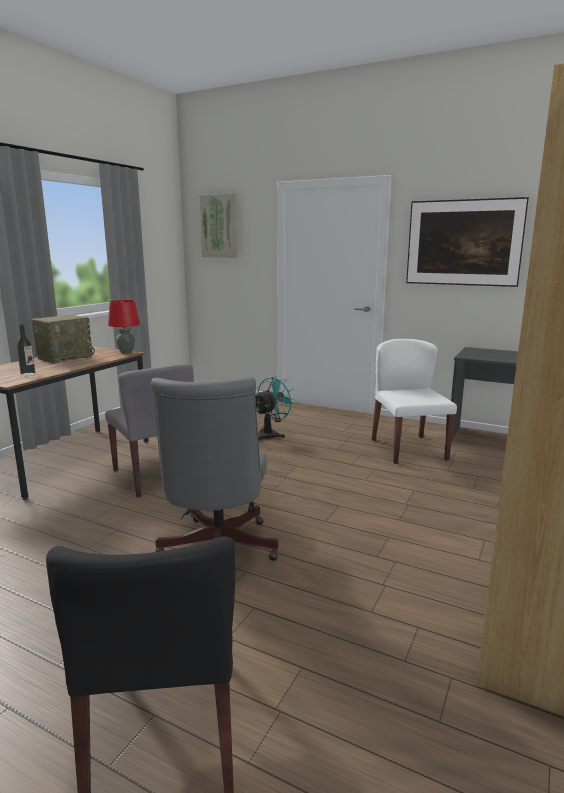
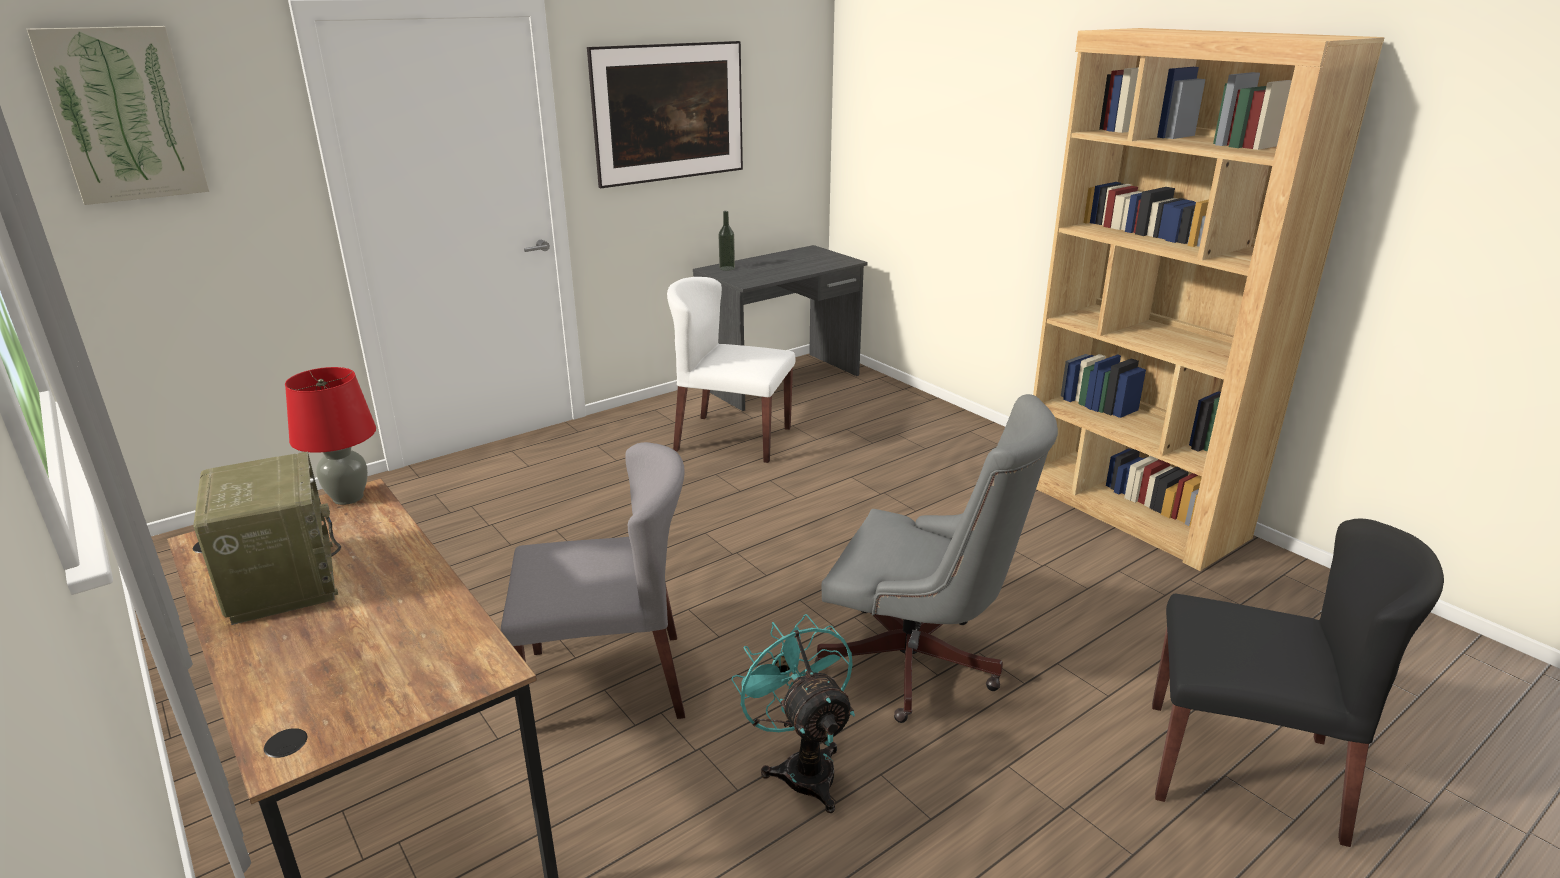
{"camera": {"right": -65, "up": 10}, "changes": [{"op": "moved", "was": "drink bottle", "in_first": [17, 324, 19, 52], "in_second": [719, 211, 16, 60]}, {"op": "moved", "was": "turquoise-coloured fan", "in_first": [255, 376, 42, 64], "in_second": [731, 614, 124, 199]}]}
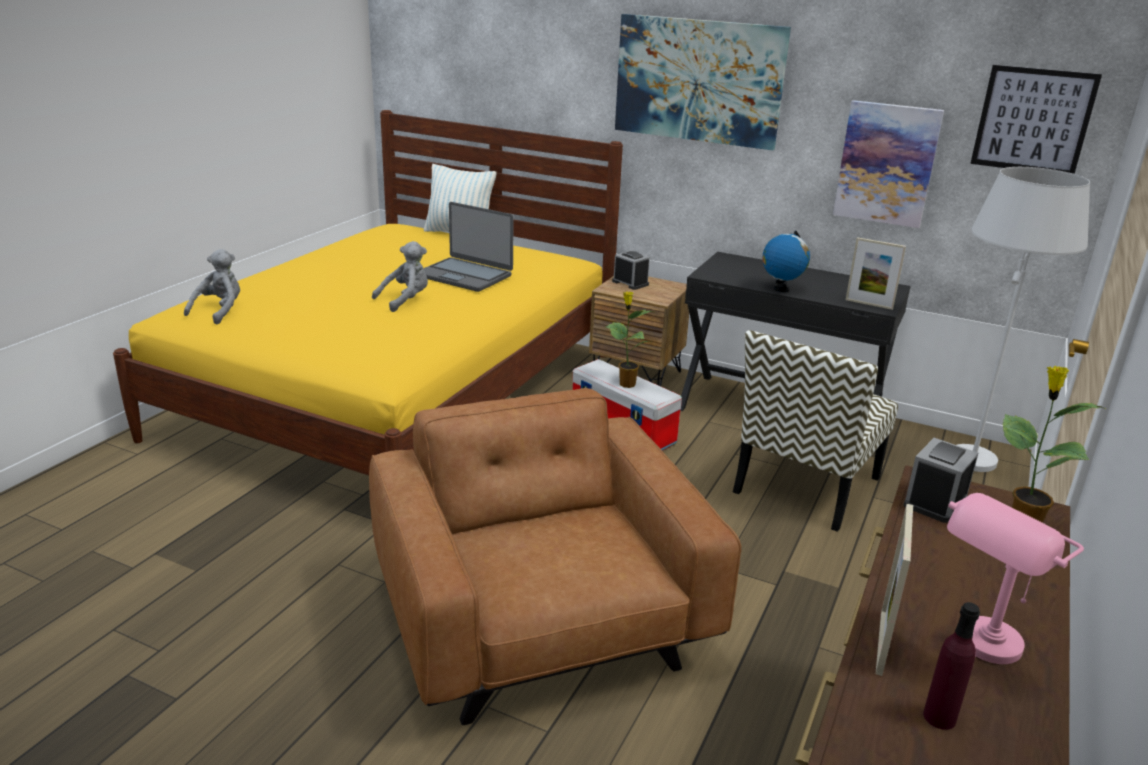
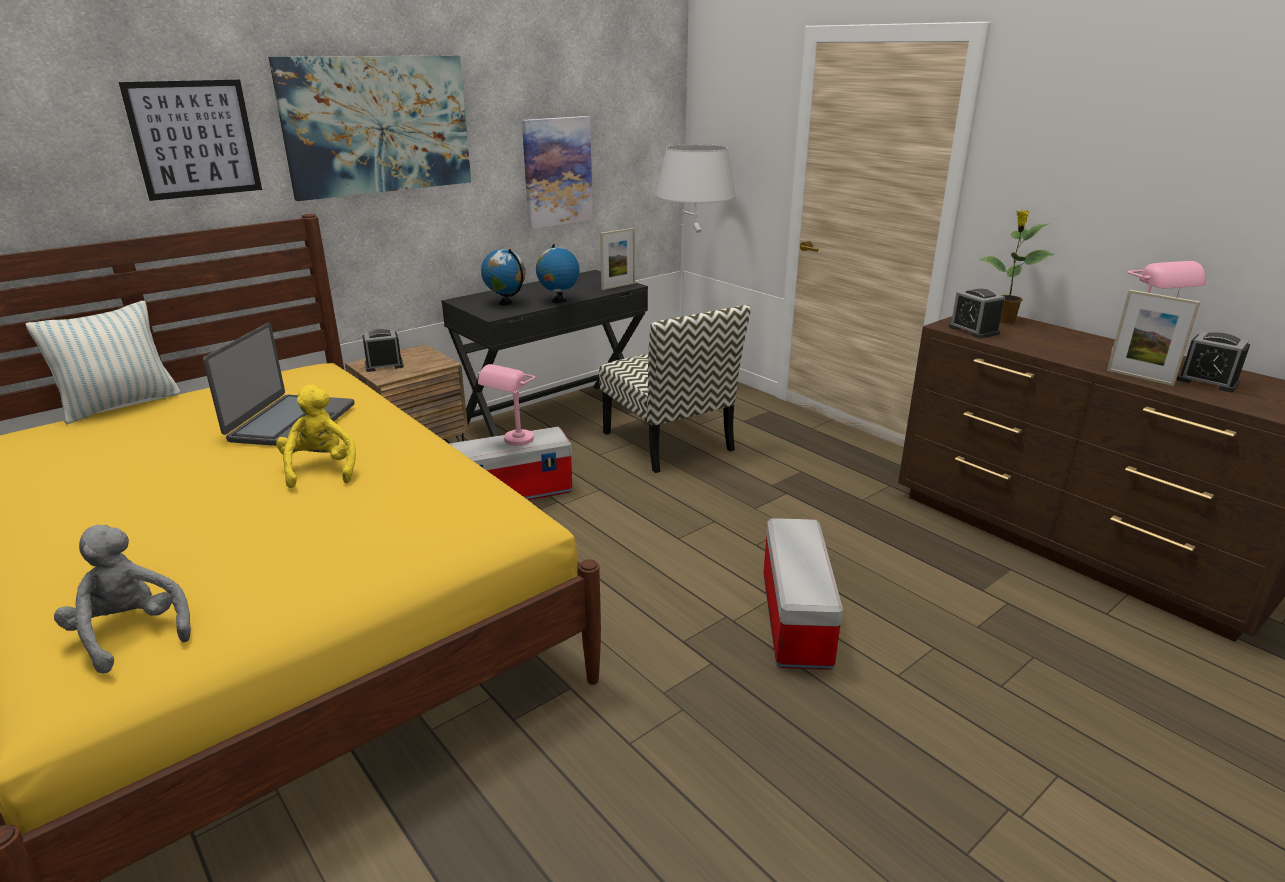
{"camera": {"right": -65, "up": 0}, "changes": [{"op": "replaced", "was": "brown-coloured easy chair", "now": "storage container", "in_first": [369, 388, 372, 337], "in_second": [763, 518, 80, 152]}, {"op": "recoloured", "was": "greyish plush toy", "now": "yellow-coloured plush toy", "in_first": [372, 241, 56, 71], "in_second": [276, 385, 80, 103]}, {"op": "turned", "was": "portable computer", "in_first": [423, 202, 91, 90], "in_second": [203, 323, 152, 123], "clockwise": -45}, {"op": "replaced", "was": "plant in a pot", "now": "pinkish table lamp", "in_first": [606, 291, 51, 97], "in_second": [478, 364, 57, 82]}, {"op": "replaced", "was": "purple-coloured drink bottle", "now": "table clock", "in_first": [923, 602, 57, 128], "in_second": [1176, 332, 74, 60]}, {"op": "moved", "was": "picture", "in_first": [970, 65, 132, 109], "in_second": [119, 80, 143, 121]}, {"op": "added", "now": "desk globe", "in_second": [481, 249, 45, 56]}]}
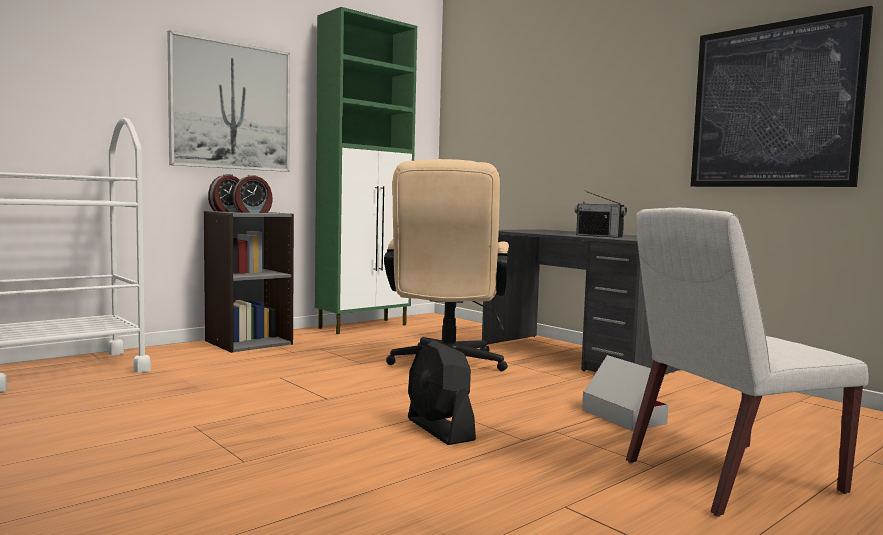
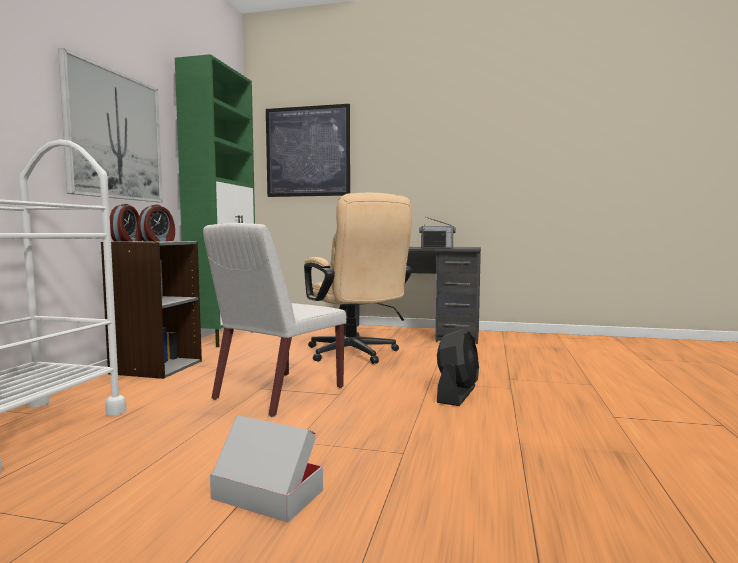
{"camera": {"right": -35, "up": 0}, "changes": [{"op": "turned", "was": "blackish fan", "in_first": [408, 341, 68, 104], "in_second": [437, 329, 42, 77], "clockwise": -90}, {"op": "moved", "was": "packing box", "in_first": [582, 355, 87, 76], "in_second": [210, 415, 113, 107]}, {"op": "moved", "was": "white-coloured plain chair", "in_first": [626, 208, 243, 309], "in_second": [203, 223, 144, 194]}, {"op": "moved", "was": "picture", "in_first": [691, 6, 182, 181], "in_second": [266, 104, 84, 93]}]}
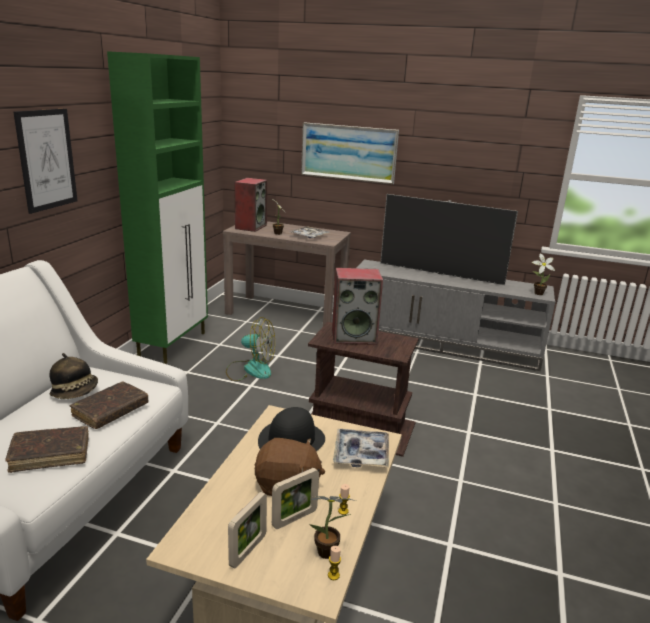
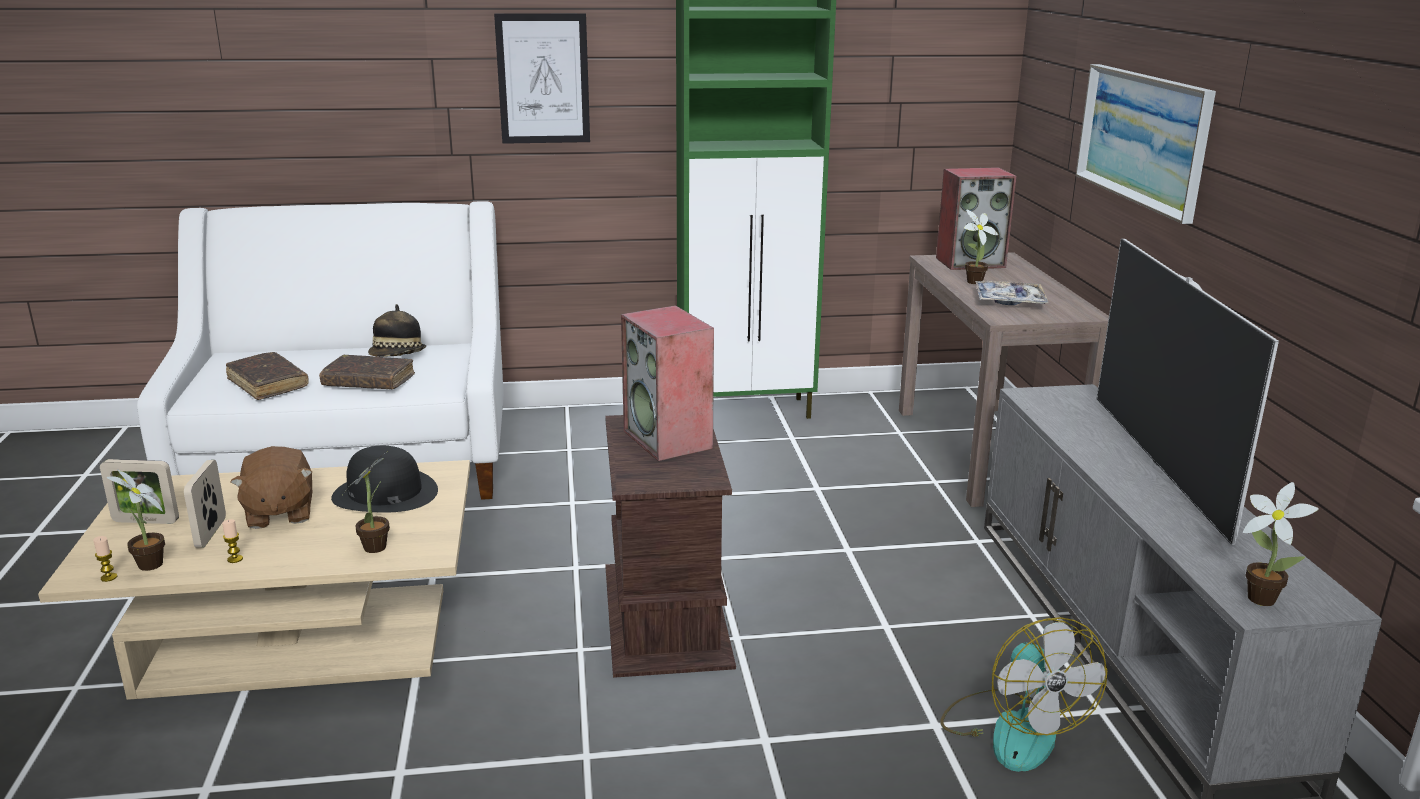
{"camera": {"right": 65, "up": 0}, "changes": [{"op": "moved", "was": "fan", "in_first": [226, 317, 49, 64], "in_second": [941, 617, 166, 155]}, {"op": "turned", "was": "standing frame", "in_first": [272, 468, 47, 61], "in_second": [184, 460, 42, 88], "clockwise": 60}, {"op": "replaced", "was": "tray", "now": "plant in a pot", "in_first": [333, 429, 56, 38], "in_second": [343, 452, 47, 101]}]}
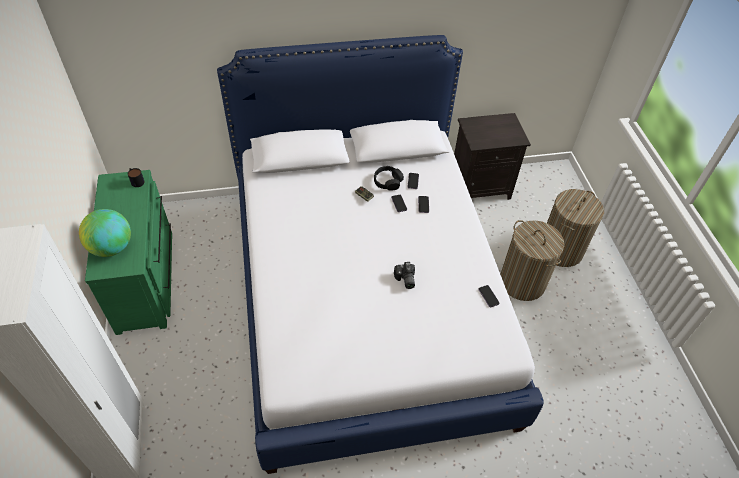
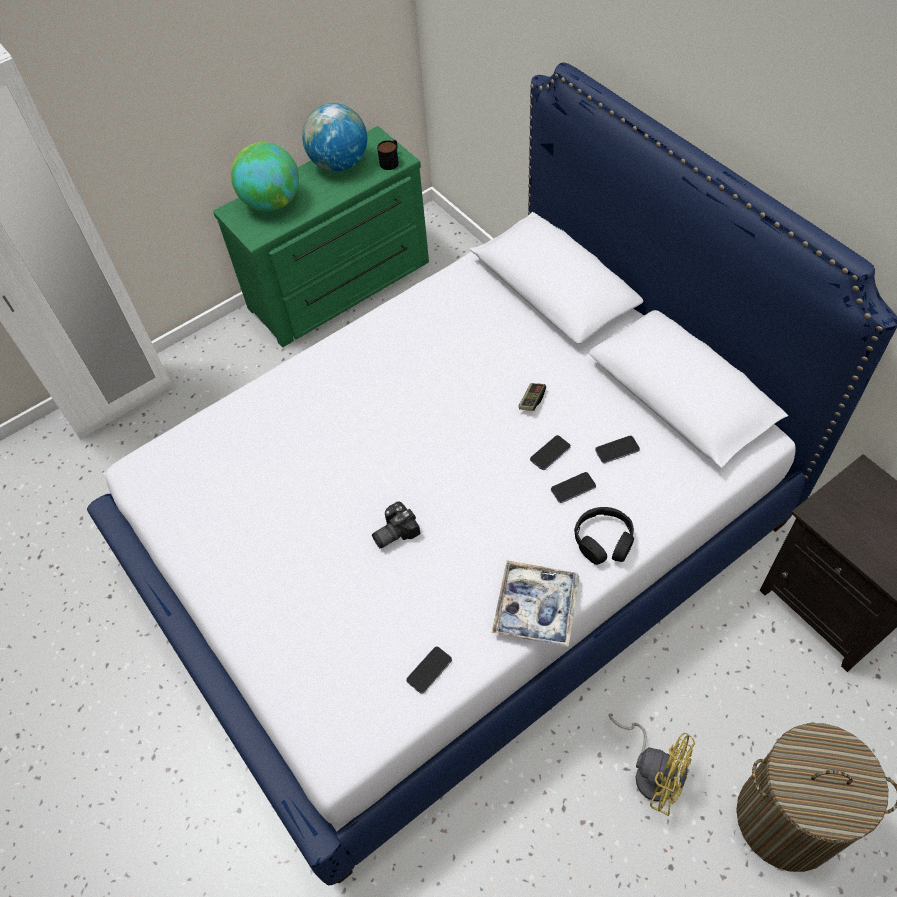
{"camera": {"right": 70, "up": 5}, "changes": [{"op": "moved", "was": "blackish pair of headphones", "in_first": [374, 166, 30, 25], "in_second": [574, 507, 60, 58]}, {"op": "replaced", "was": "washing basket", "now": "yellow-coloured fan", "in_first": [500, 220, 64, 81], "in_second": [608, 713, 87, 103]}, {"op": "added", "now": "desk globe", "in_second": [302, 103, 65, 69]}, {"op": "added", "now": "tray", "in_second": [492, 560, 87, 87]}]}
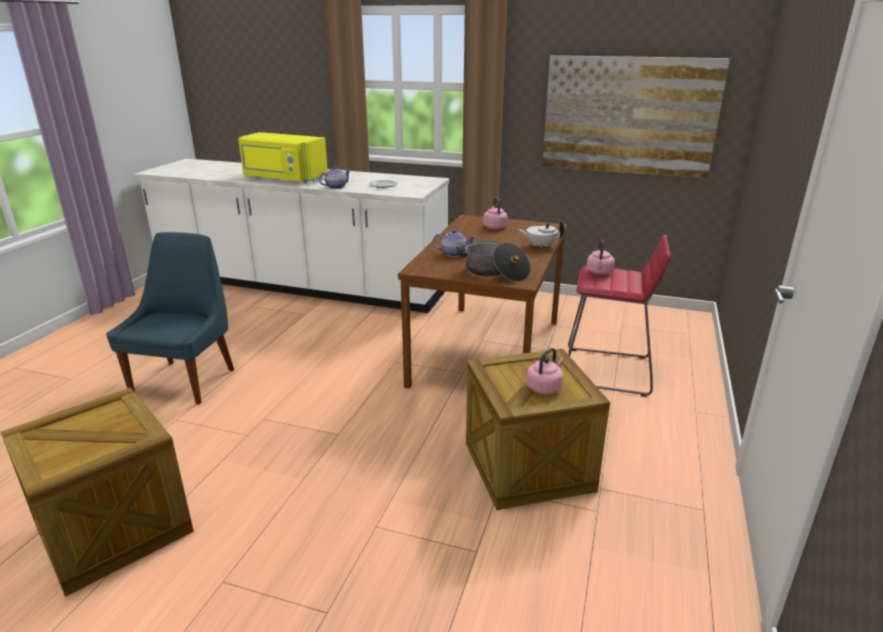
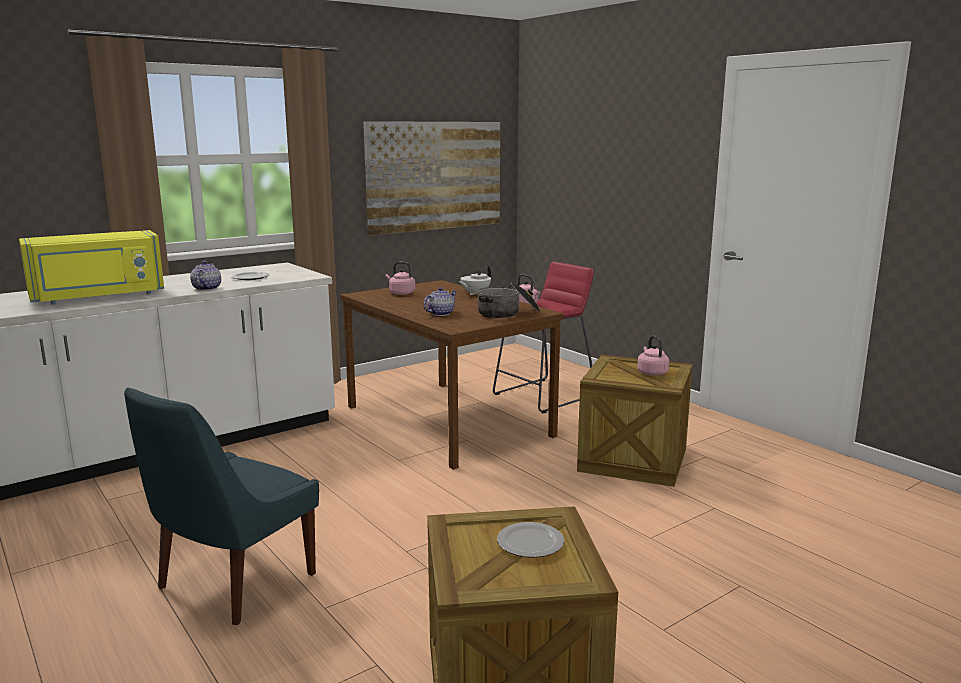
{"camera": {"right": -55, "up": -10}, "changes": [{"op": "turned", "was": "blue-coloured plain chair", "in_first": [106, 232, 128, 173], "in_second": [124, 387, 195, 238], "clockwise": -105}, {"op": "added", "now": "flat dish", "in_second": [497, 522, 67, 36]}]}
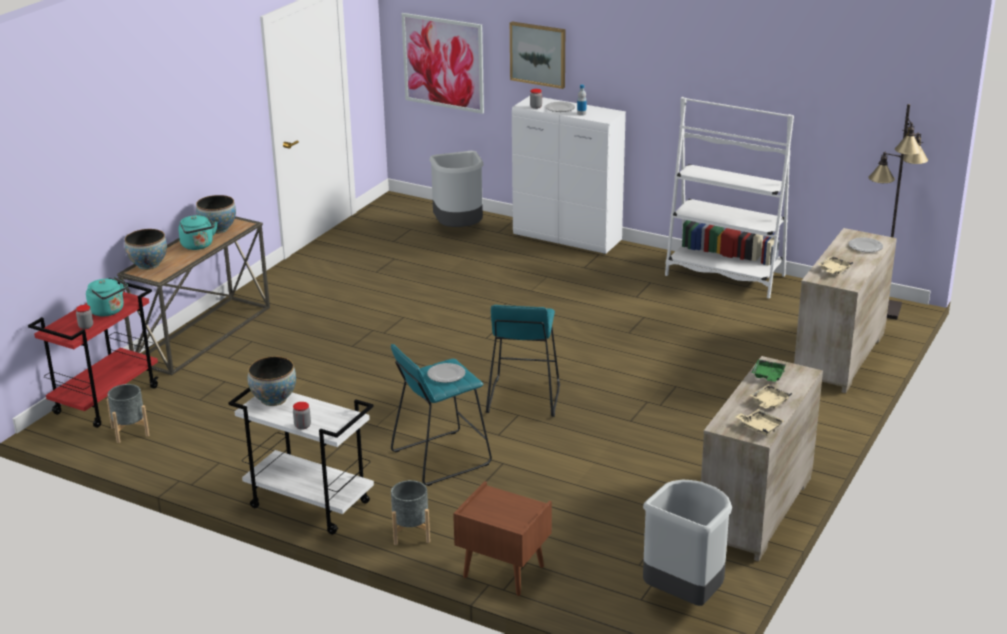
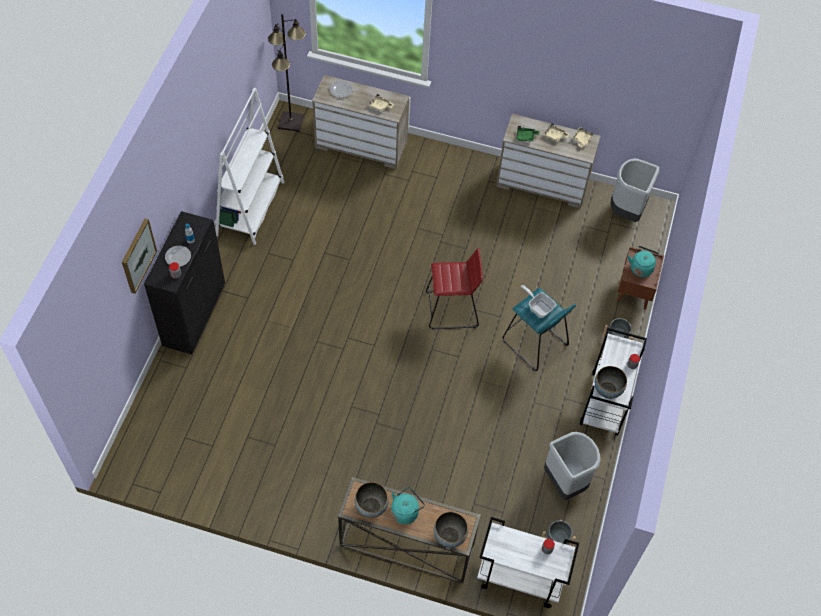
{"camera": {"right": -105, "up": 30}, "changes": [{"op": "recoloured", "was": "red-coloured cart", "now": "white-coloured cart", "in_first": [28, 278, 130, 150], "in_second": [477, 517, 102, 91]}, {"op": "moved", "was": "turquoise-coloured kettle", "in_first": [86, 277, 42, 39], "in_second": [628, 246, 31, 31]}, {"op": "removed", "was": "picture", "in_first": [401, 13, 83, 101]}, {"op": "replaced", "was": "flat dish", "now": "pan", "in_first": [427, 363, 39, 20], "in_second": [521, 285, 35, 33]}, {"op": "moved", "was": "greyish rubbish bin", "in_first": [430, 151, 53, 76], "in_second": [544, 432, 57, 68]}, {"op": "recoloured", "was": "turquoise-coloured stool seat", "now": "red-coloured stool seat", "in_first": [486, 305, 74, 112], "in_second": [426, 248, 57, 82]}, {"op": "recoloured", "was": "white-coloured cabinet", "now": "blackish cabinet", "in_first": [512, 96, 114, 158], "in_second": [144, 211, 81, 144]}]}
